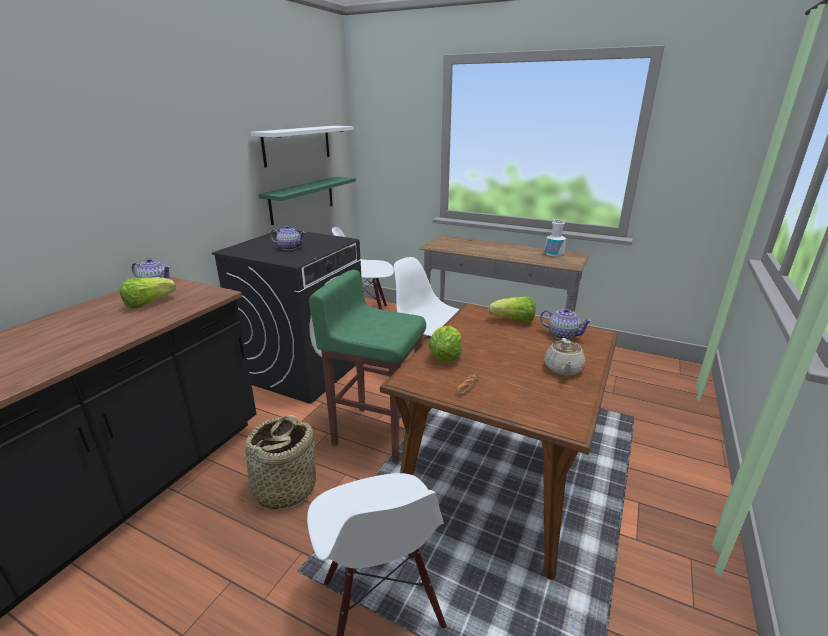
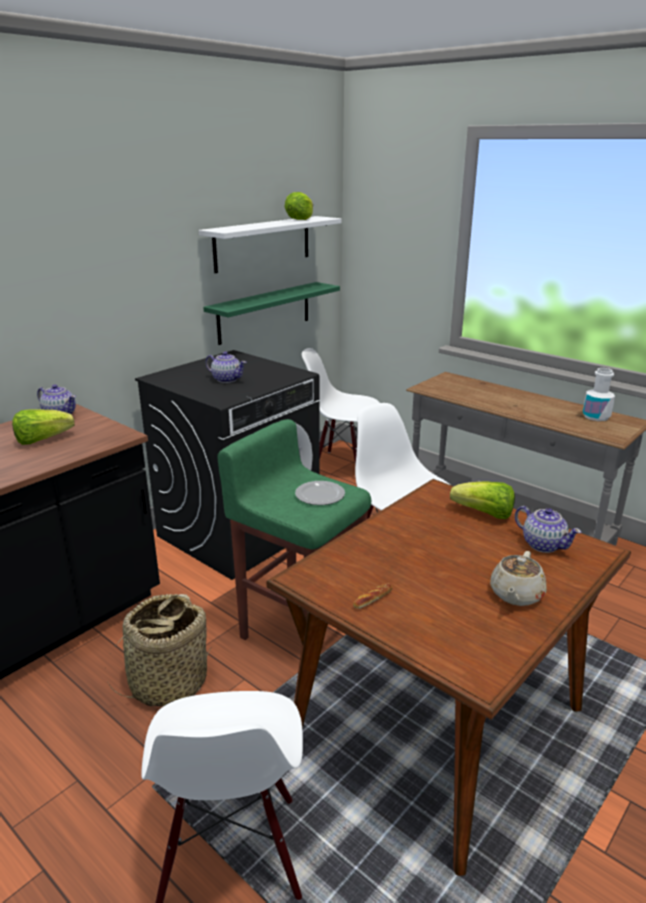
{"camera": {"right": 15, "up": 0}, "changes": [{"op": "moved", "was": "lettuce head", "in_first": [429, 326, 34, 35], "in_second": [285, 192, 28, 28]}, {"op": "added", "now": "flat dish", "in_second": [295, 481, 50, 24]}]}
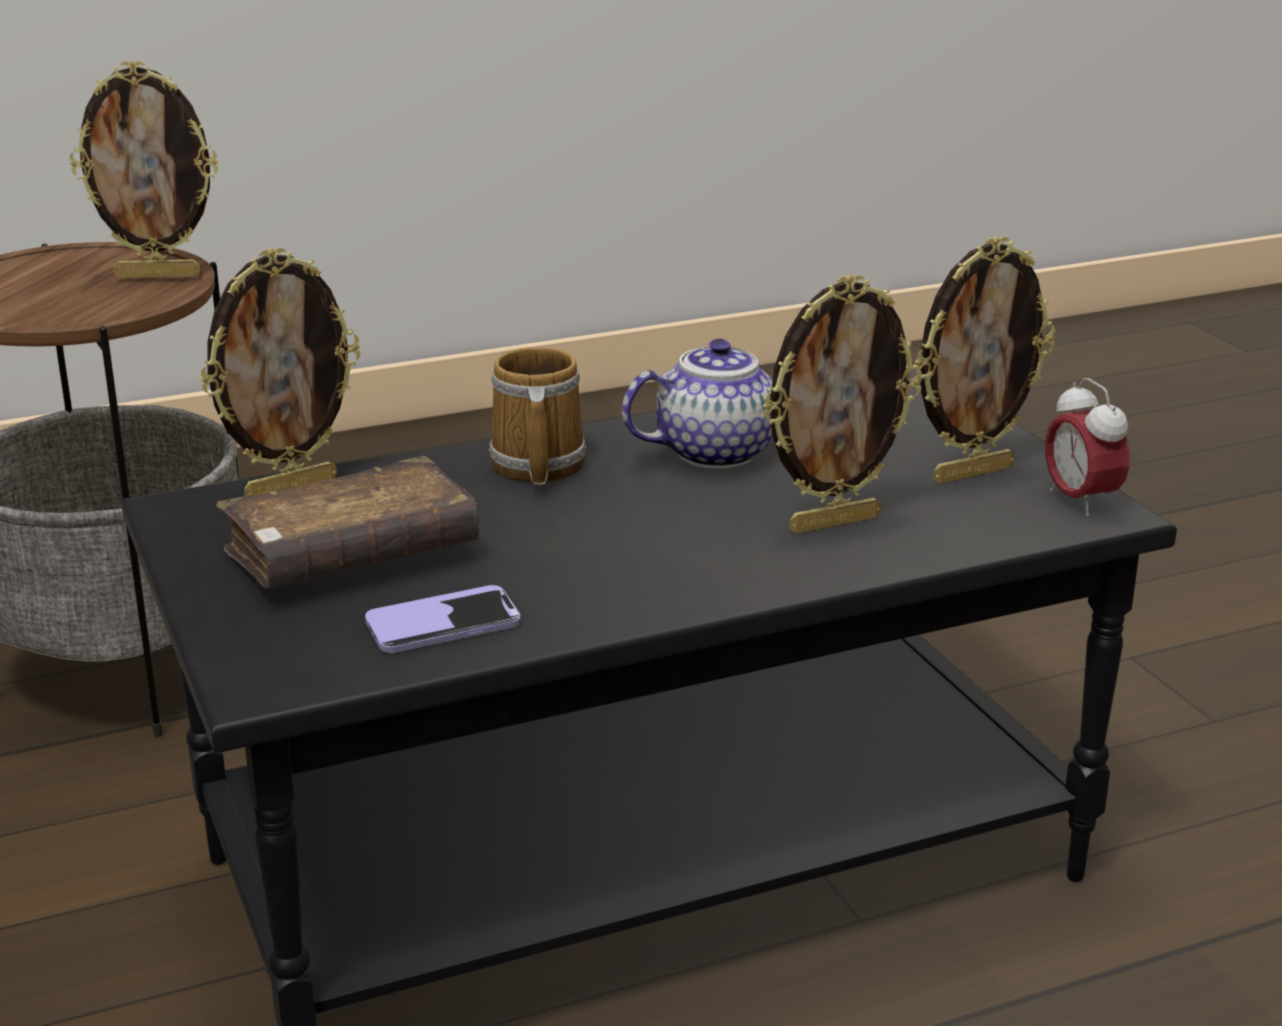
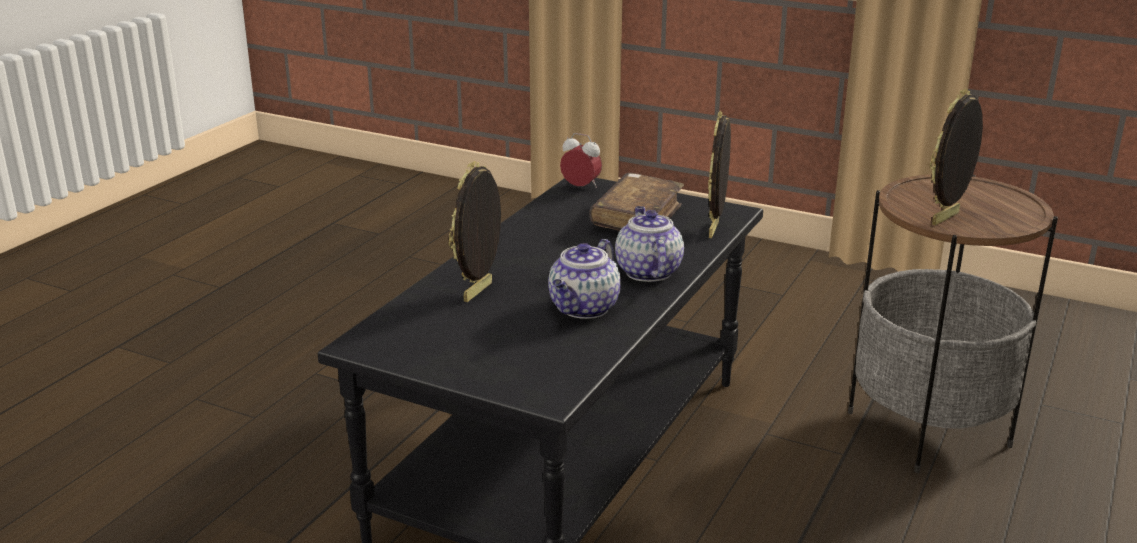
{"camera": {"right": 140, "up": 0}, "changes": [{"op": "removed", "was": "handset", "in_first": [365, 585, 155, 68]}, {"op": "replaced", "was": "mug", "now": "tea pot", "in_first": [489, 347, 97, 138], "in_second": [615, 206, 69, 76]}, {"op": "removed", "was": "standing frame", "in_first": [915, 236, 140, 248]}, {"op": "moved", "was": "table clock", "in_first": [1045, 378, 84, 139], "in_second": [560, 133, 42, 55]}]}
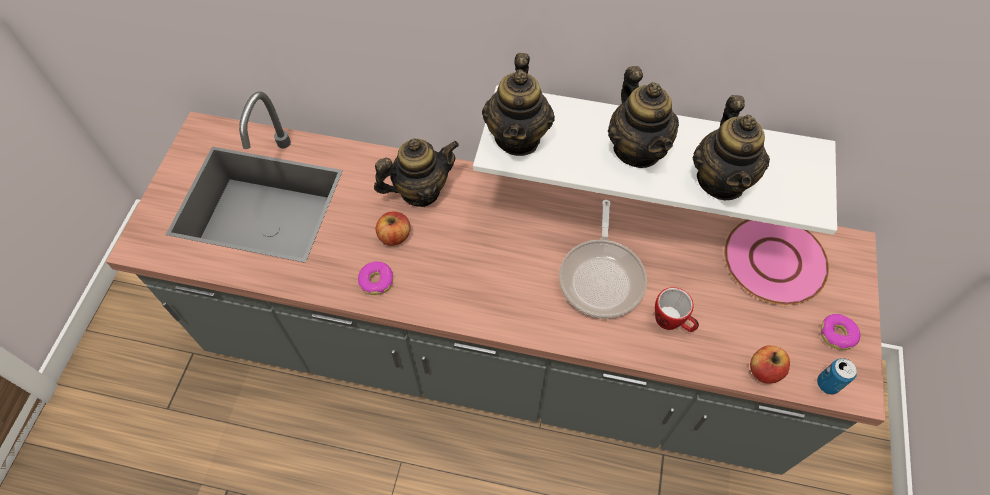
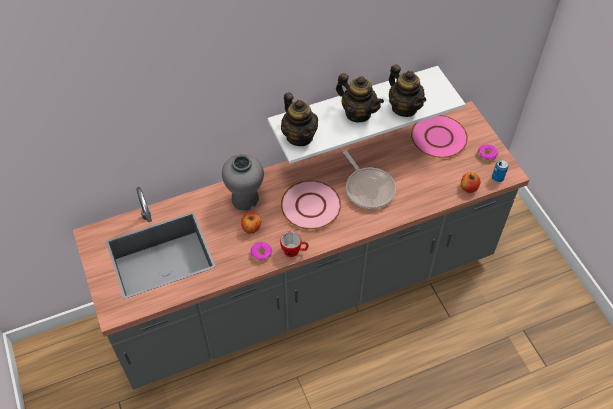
{"camera": {"right": -35, "up": -5}, "changes": [{"op": "replaced", "was": "tea pot", "now": "greyish vase", "in_first": [374, 138, 85, 69], "in_second": [222, 154, 42, 56]}, {"op": "moved", "was": "mug", "in_first": [655, 287, 44, 45], "in_second": [280, 231, 29, 26]}, {"op": "added", "now": "pinkish flat dish", "in_second": [281, 180, 60, 50]}]}
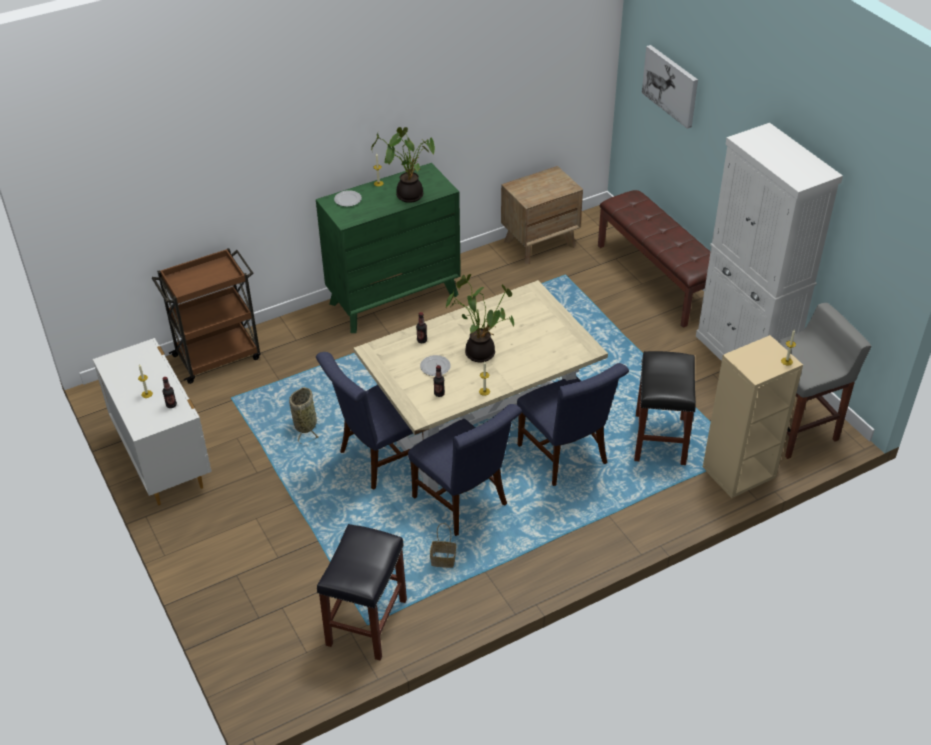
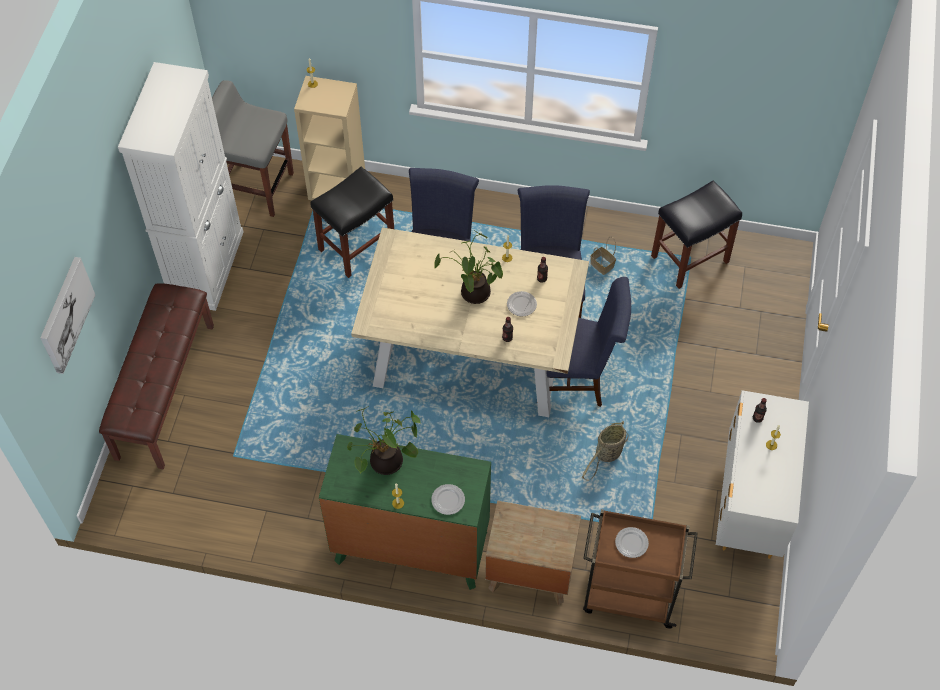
{"camera": {"right": -140, "up": 15}, "changes": [{"op": "moved", "was": "brown-coloured night table", "in_first": [501, 166, 82, 98], "in_second": [485, 500, 96, 105]}, {"op": "added", "now": "flat dish", "in_second": [615, 527, 34, 31]}]}
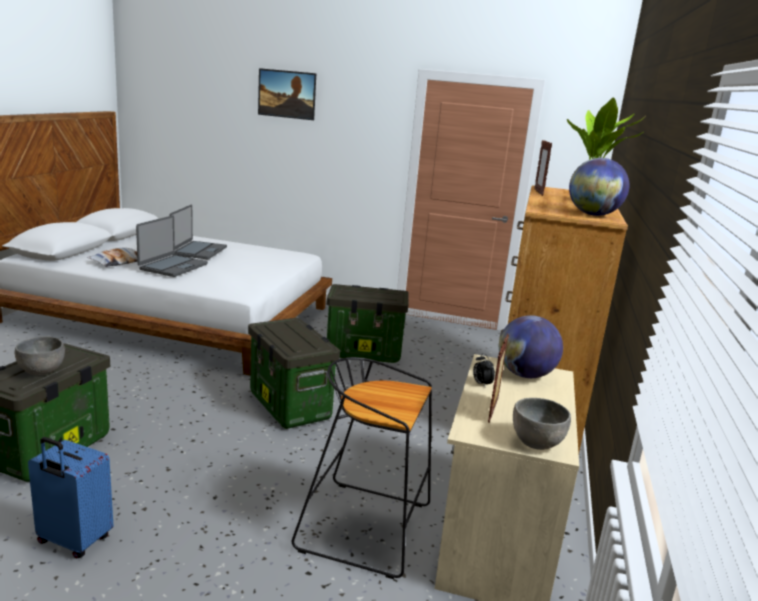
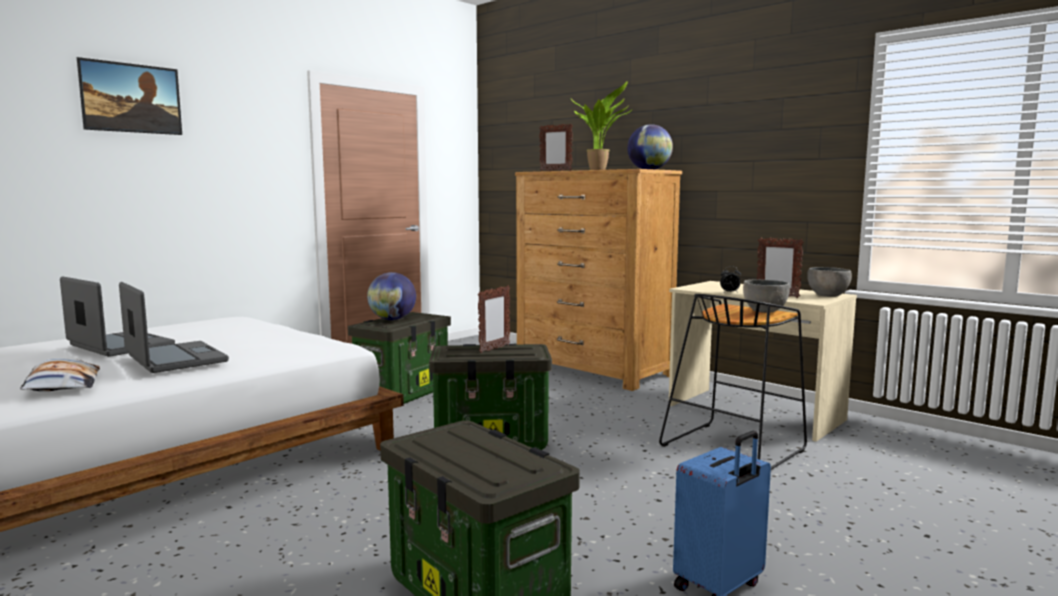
{"camera": {"right": -60, "up": -10}, "changes": [{"op": "moved", "was": "greyish deep dish", "in_first": [15, 336, 50, 39], "in_second": [743, 279, 47, 34]}, {"op": "moved", "was": "desk globe", "in_first": [499, 315, 64, 63], "in_second": [367, 272, 49, 48]}, {"op": "added", "now": "standing frame", "in_second": [478, 285, 32, 68]}]}
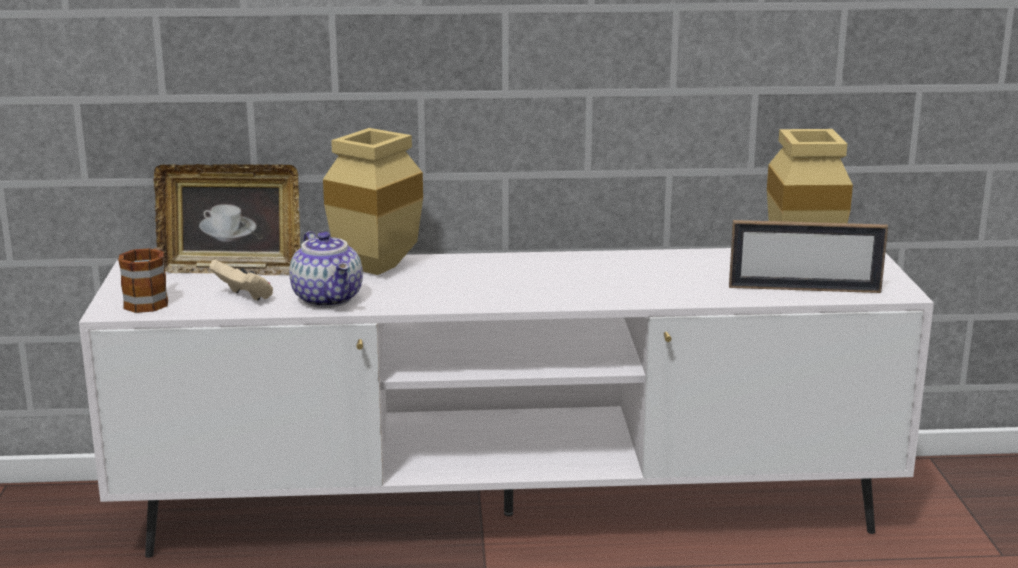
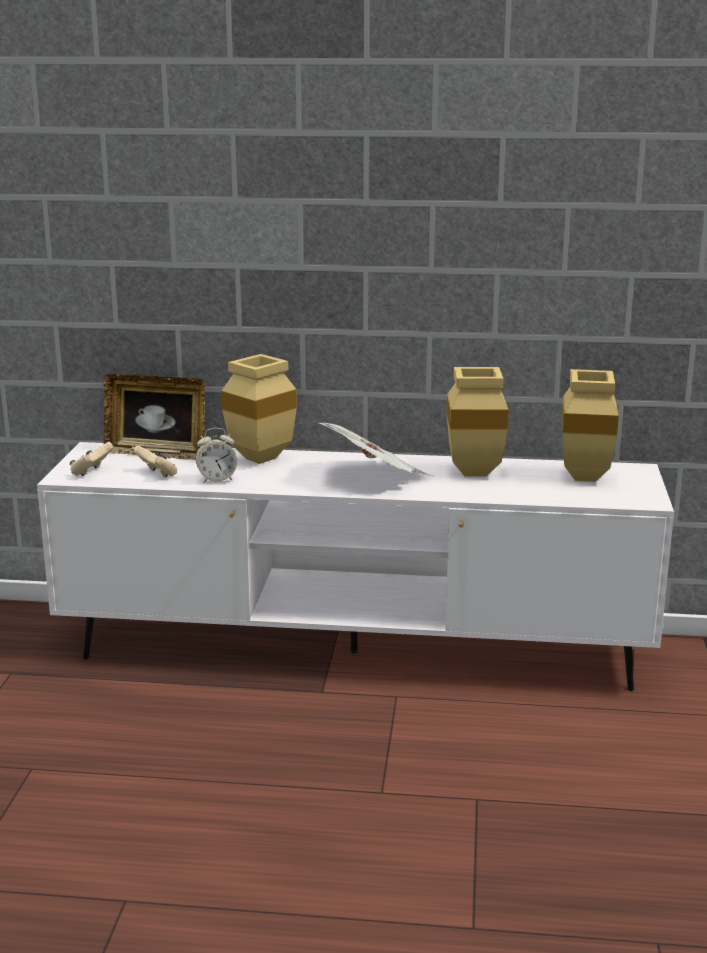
{"camera": {"right": 10, "up": 0}, "changes": [{"op": "replaced", "was": "mug", "now": "beige-coloured gamepad", "in_first": [118, 247, 50, 66], "in_second": [70, 442, 43, 34]}, {"op": "replaced", "was": "tea pot", "now": "table clock", "in_first": [289, 231, 74, 77], "in_second": [196, 428, 41, 55]}, {"op": "removed", "was": "standing frame", "in_first": [729, 220, 159, 73]}, {"op": "added", "now": "printed paper", "in_second": [319, 422, 114, 54]}, {"op": "added", "now": "beige-coloured vase", "in_second": [446, 367, 63, 109]}]}
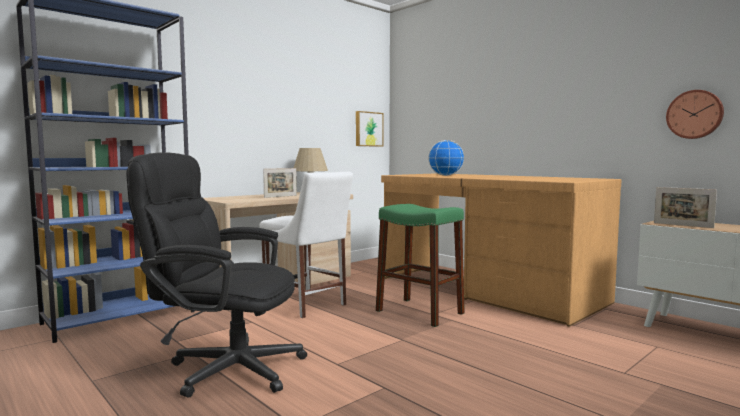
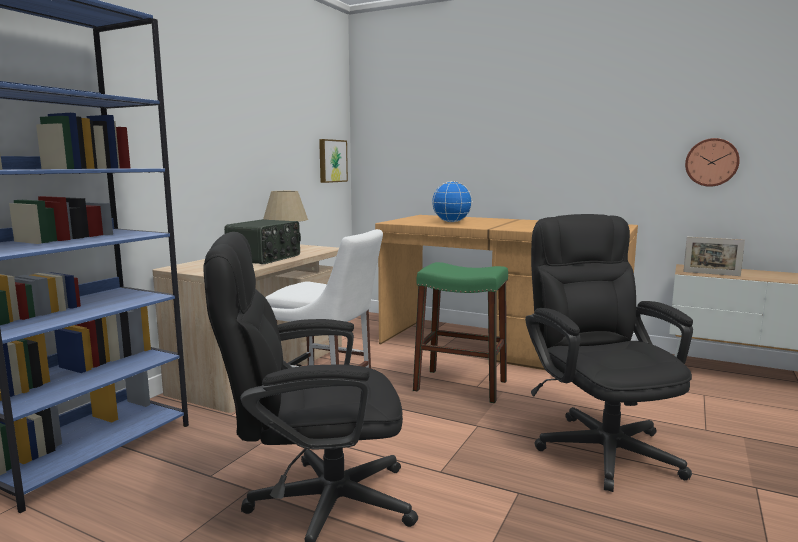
{"camera": {"right": -20, "up": 5}, "changes": [{"op": "replaced", "was": "standing frame", "now": "radio receiver", "in_first": [263, 168, 34, 30], "in_second": [224, 219, 77, 45]}, {"op": "added", "now": "blackish office chair", "in_second": [525, 214, 168, 278]}]}
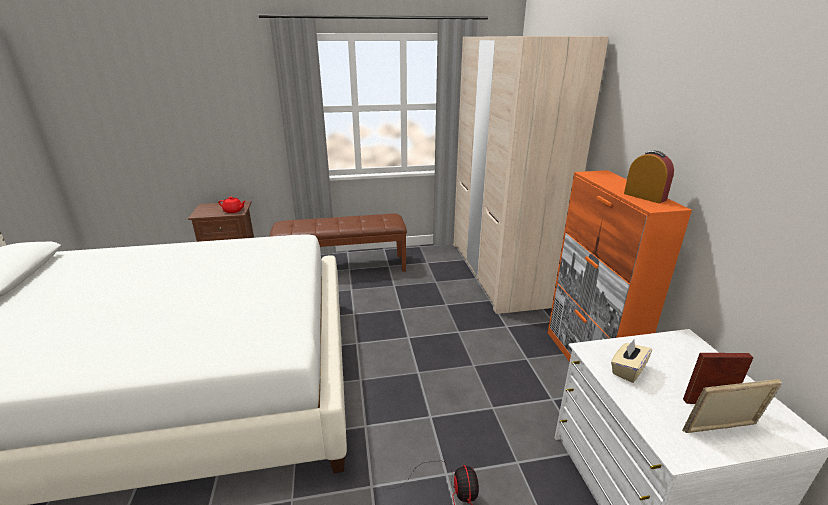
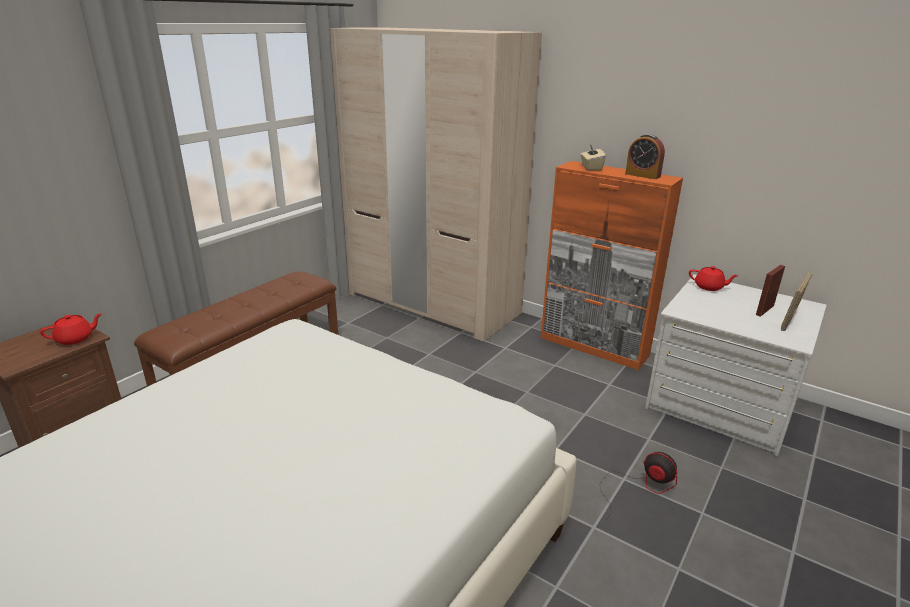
{"camera": {"right": -45, "up": 0}, "changes": [{"op": "moved", "was": "beige-coloured tissue box", "in_first": [611, 340, 41, 43], "in_second": [581, 144, 25, 27]}, {"op": "turned", "was": "table clock", "in_first": [624, 151, 50, 52], "in_second": [625, 134, 40, 45], "clockwise": -150}, {"op": "added", "now": "red-coloured tea pot", "in_second": [689, 266, 50, 25]}]}
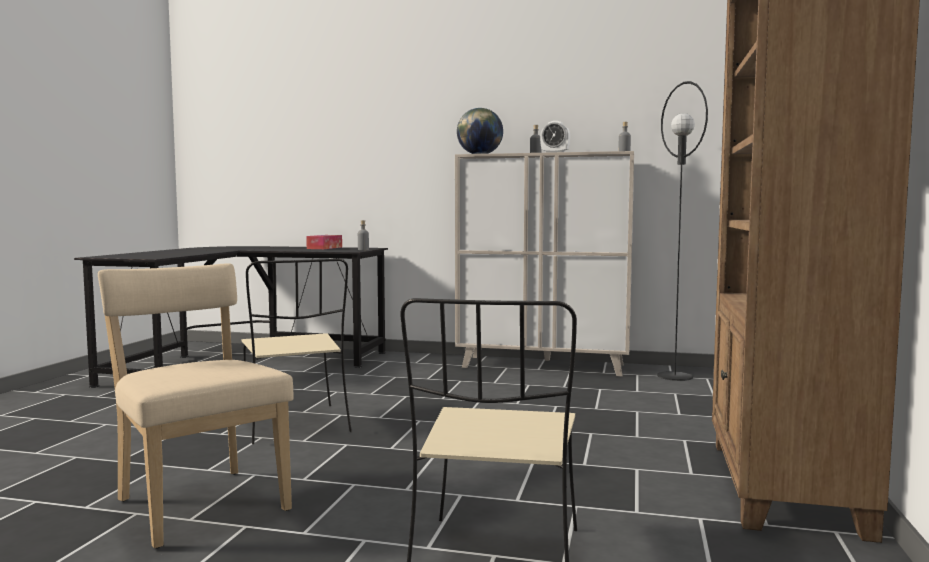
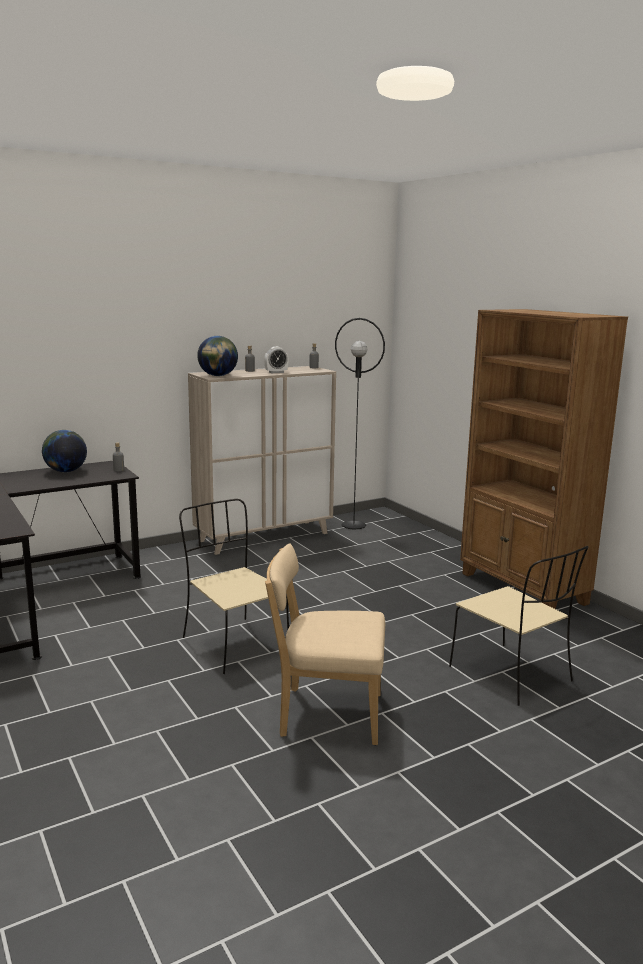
{"camera": {"right": -45, "up": 10}, "changes": [{"op": "turned", "was": "beige-coloured plain chair", "in_first": [241, 259, 111, 185], "in_second": [179, 499, 110, 175], "clockwise": -150}, {"op": "replaced", "was": "tissue box", "now": "desk globe", "in_first": [306, 235, 36, 14], "in_second": [42, 430, 45, 42]}]}
